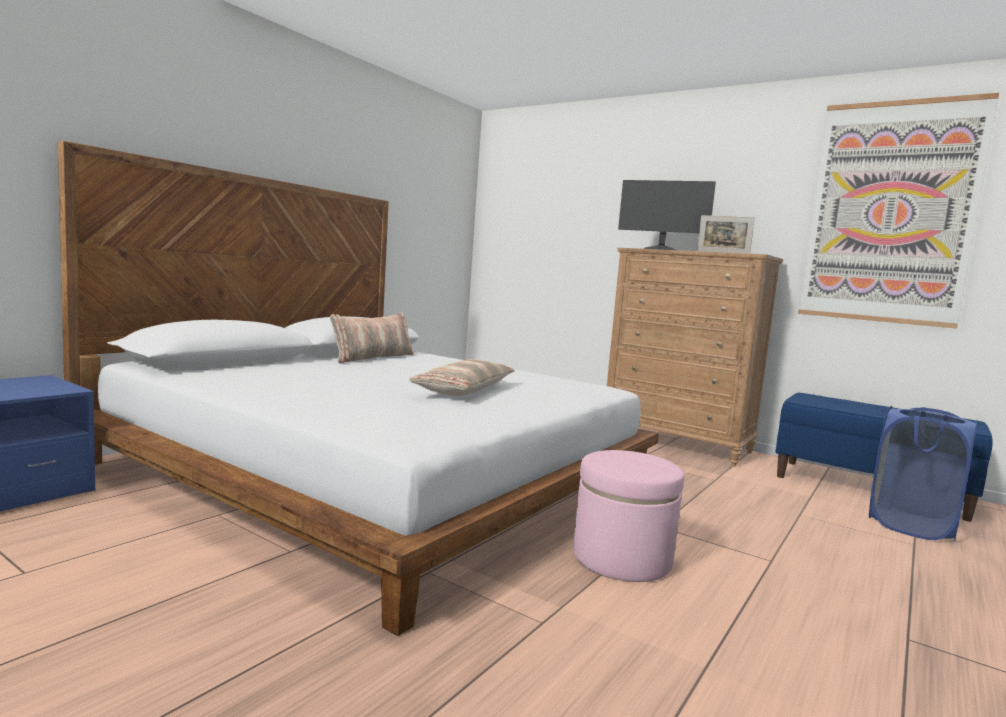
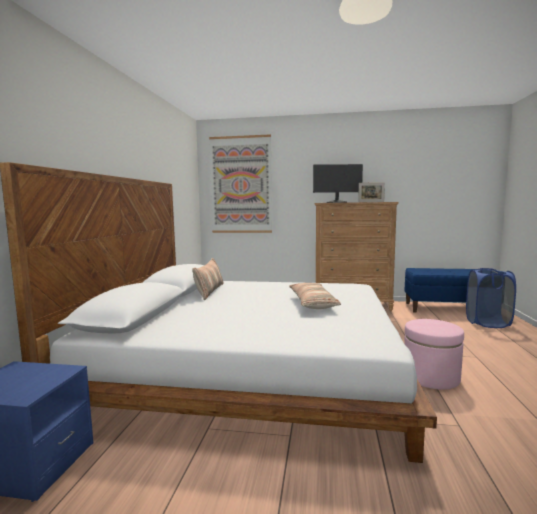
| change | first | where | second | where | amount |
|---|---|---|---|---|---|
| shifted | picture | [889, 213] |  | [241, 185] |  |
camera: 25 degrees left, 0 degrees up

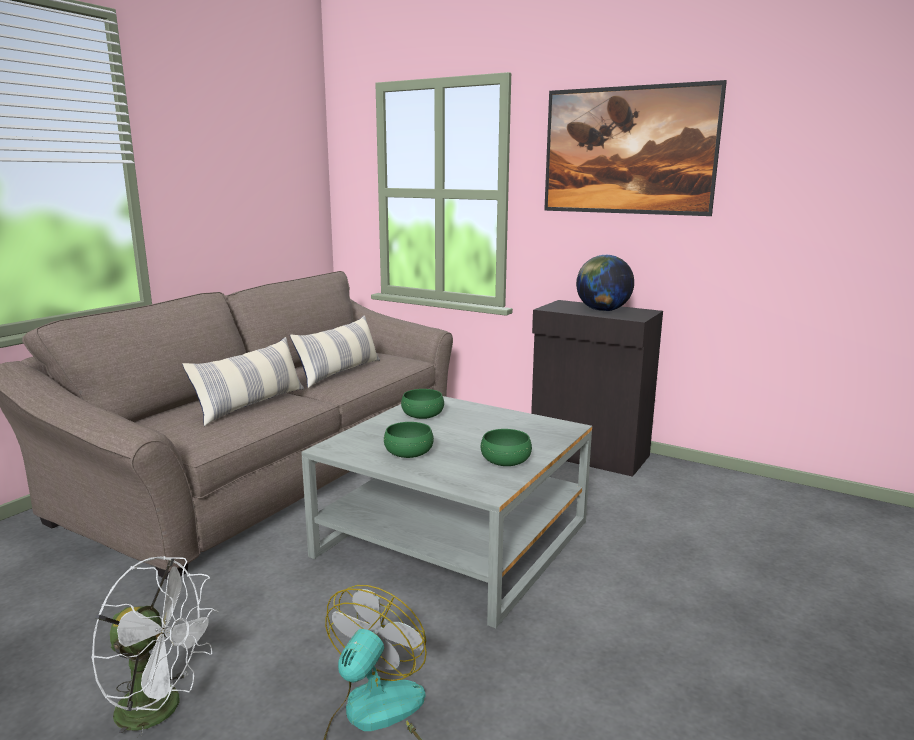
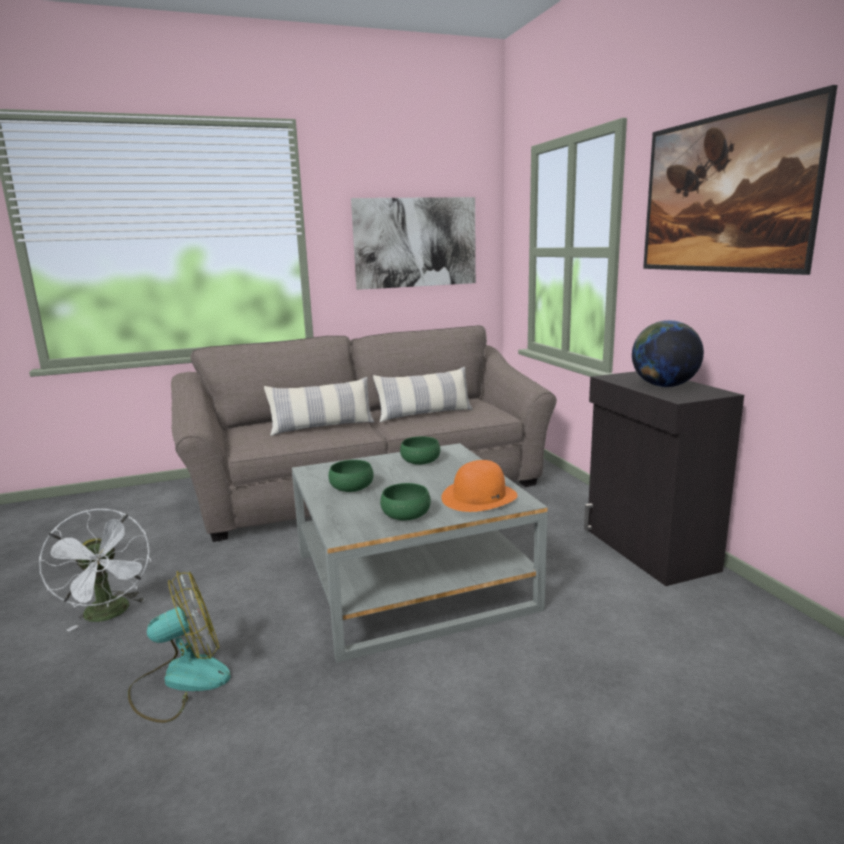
| change | first | where | second | where | amount |
|---|---|---|---|---|---|
| new |  |  | picture | [415, 242] |  |
| new |  |  | hat/orange | [479, 496] |  |
camera: 40 degrees right, 0 degrees up

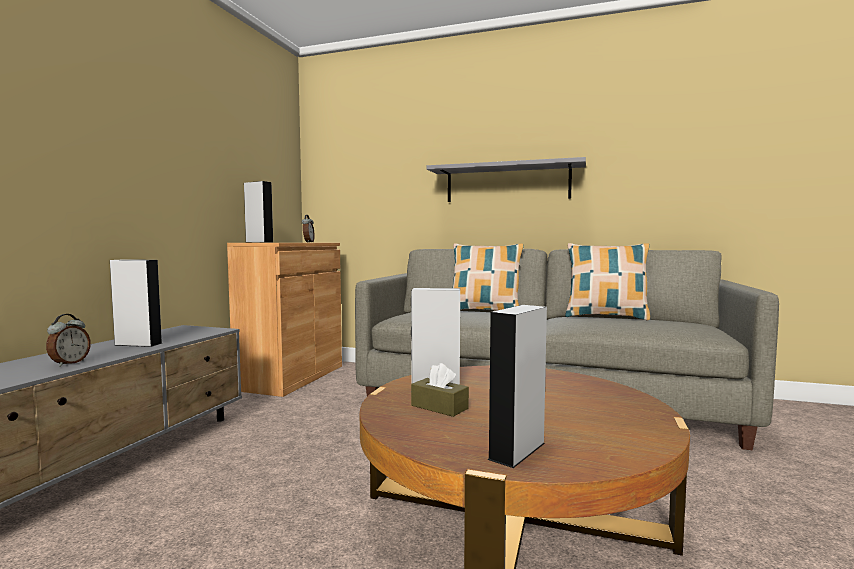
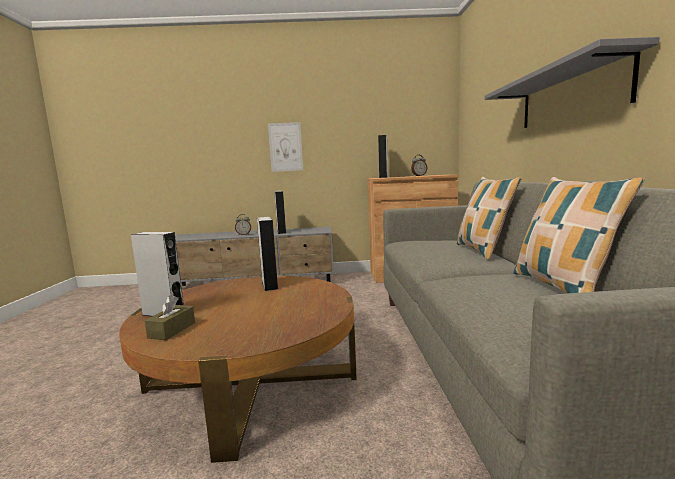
| change | first | where | second | where | amount |
|---|---|---|---|---|---|
| shifted | tissue box/brown | [439, 407] |  | [172, 330] |  |
| new |  |  | picture | [285, 147] |  |
camera: 70 degrees right, 5 degrees up

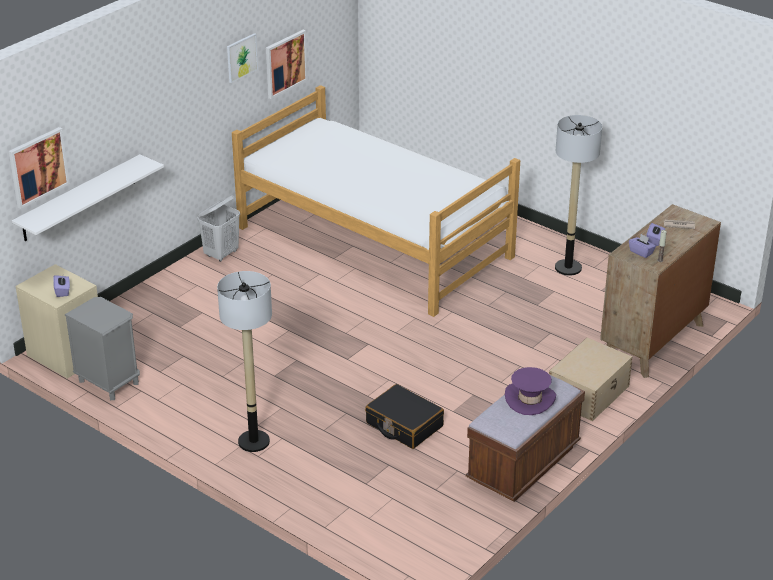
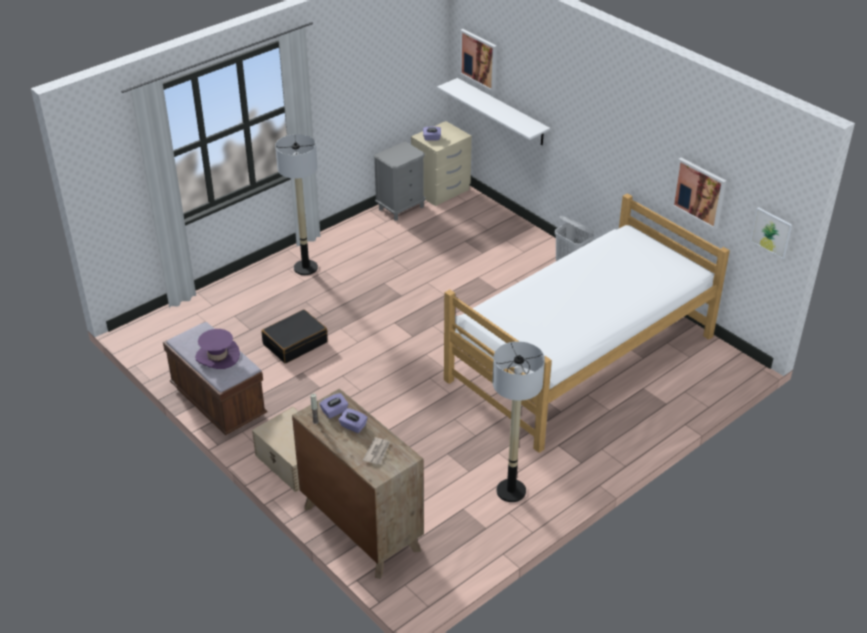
| change | first | where | second | where | amount |
|---|---|---|---|---|---|
| shifted | picture | [241, 57] |  | [771, 232] |  |
camera: 100 degrees right, 5 degrees up

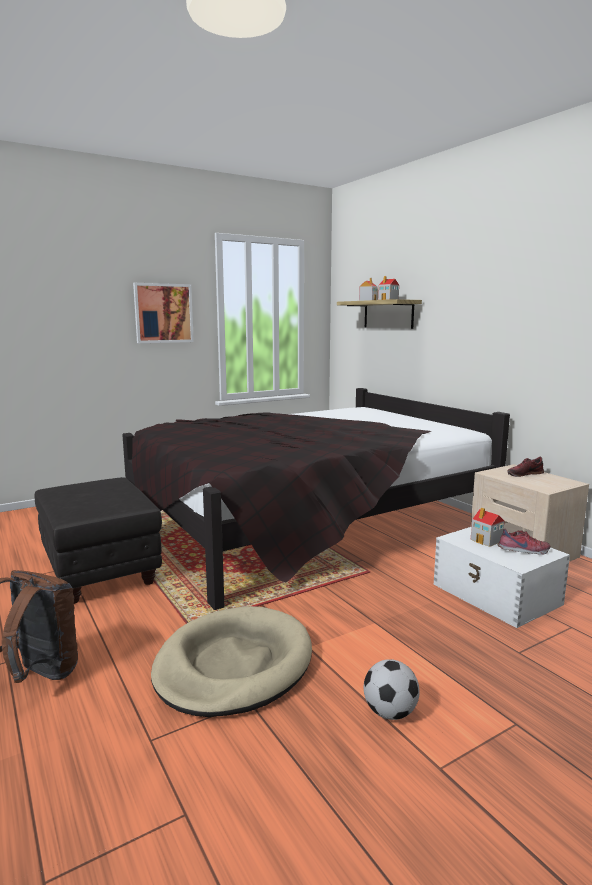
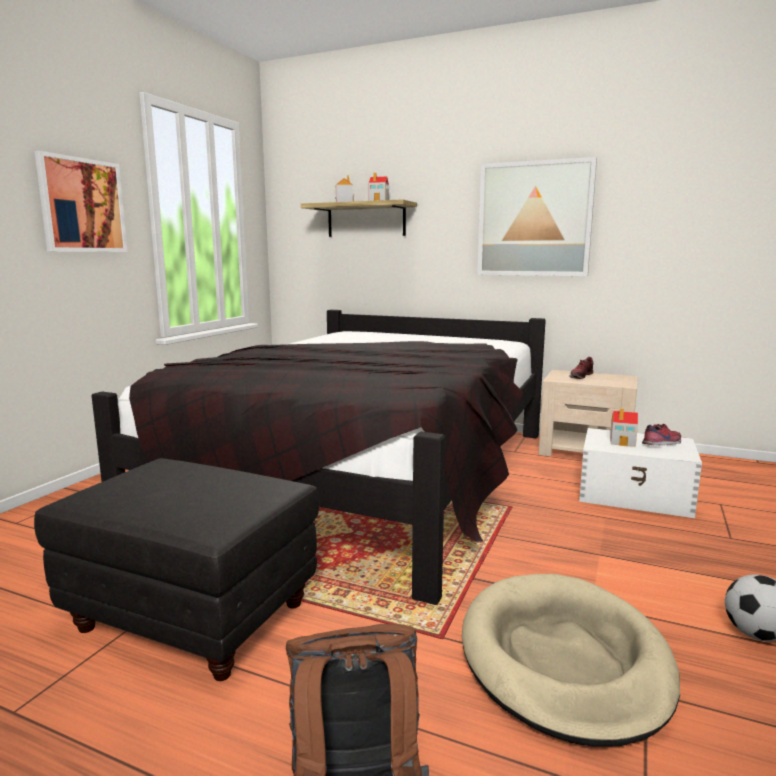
| change | first | where | second | where | amount |
|---|---|---|---|---|---|
| new |  |  | picture | [534, 219] |  |
camera: 35 degrees left, 0 degrees up

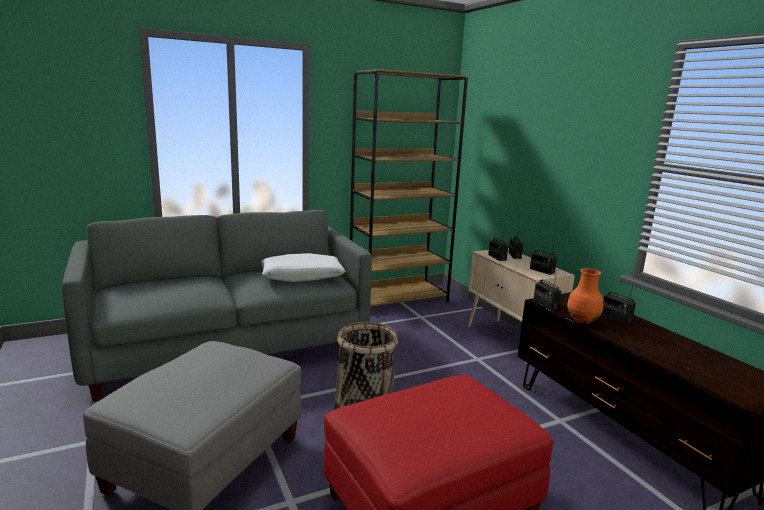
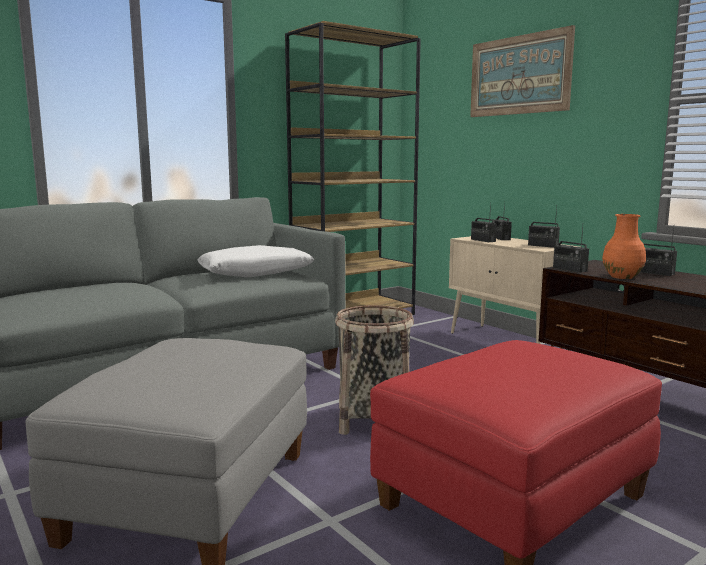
| change | first | where | second | where | amount |
|---|---|---|---|---|---|
| new |  |  | picture | [519, 75] |  |
camera: 10 degrees left, 5 degrees down

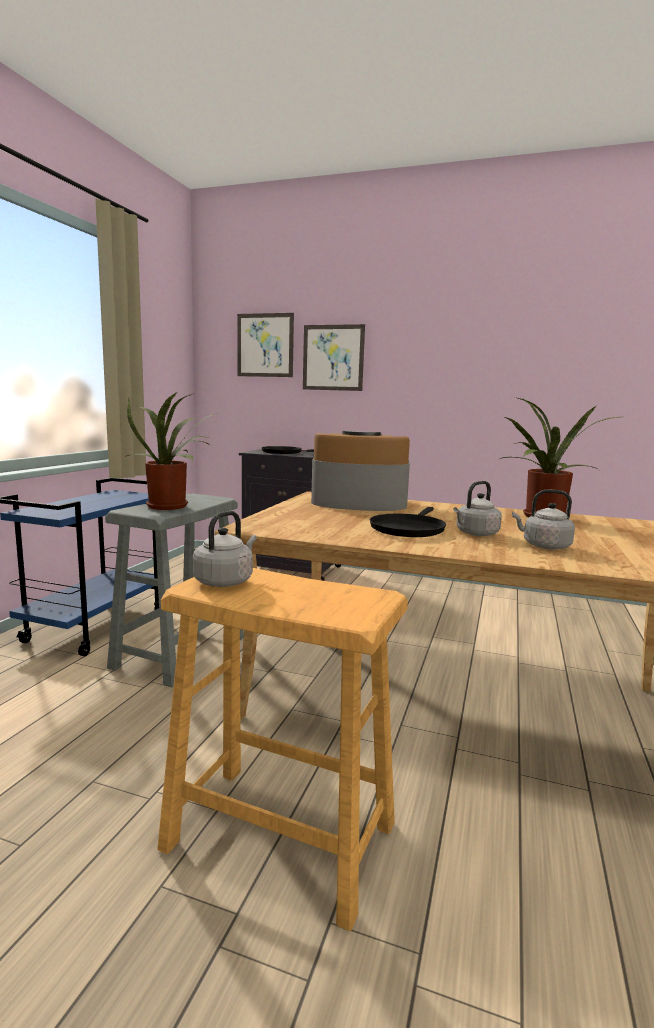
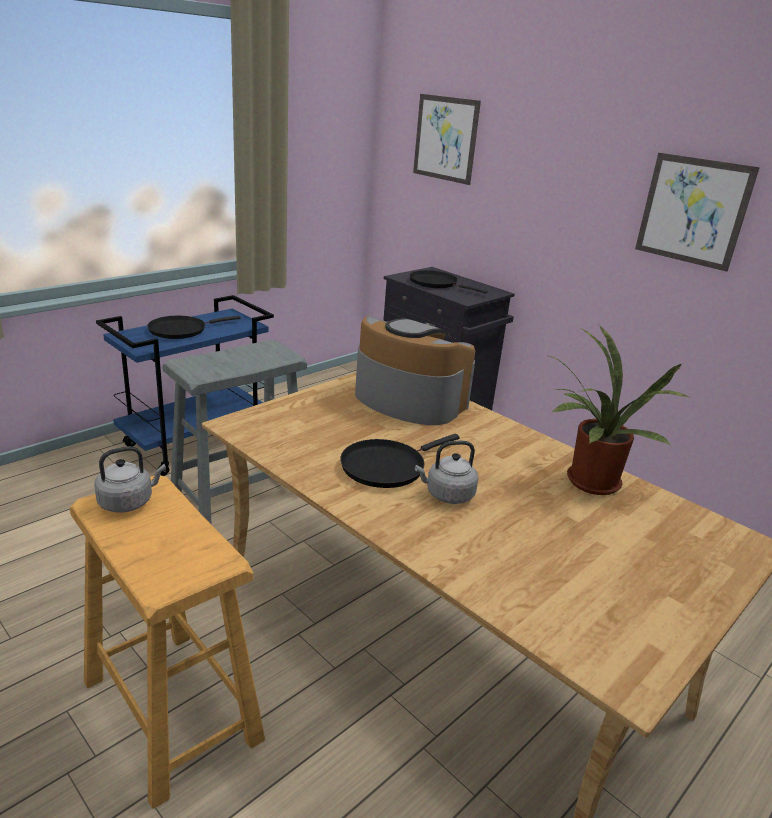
| change | first | where | second | where | amount |
|---|---|---|---|---|---|
| shifted | picture | [333, 357] |  | [693, 211] |  |
| gone | potted plant | [171, 506] |  |  |  |
| gone | kettle/grey | [543, 546] |  |  |  |
| new |  |  | frying pan/black | [181, 330] |  |
camera: 25 degrees right, 15 degrees up

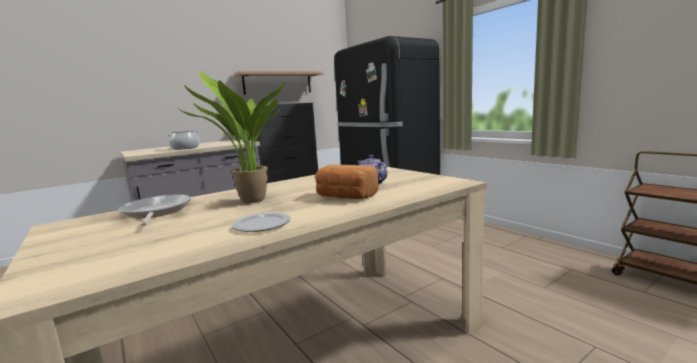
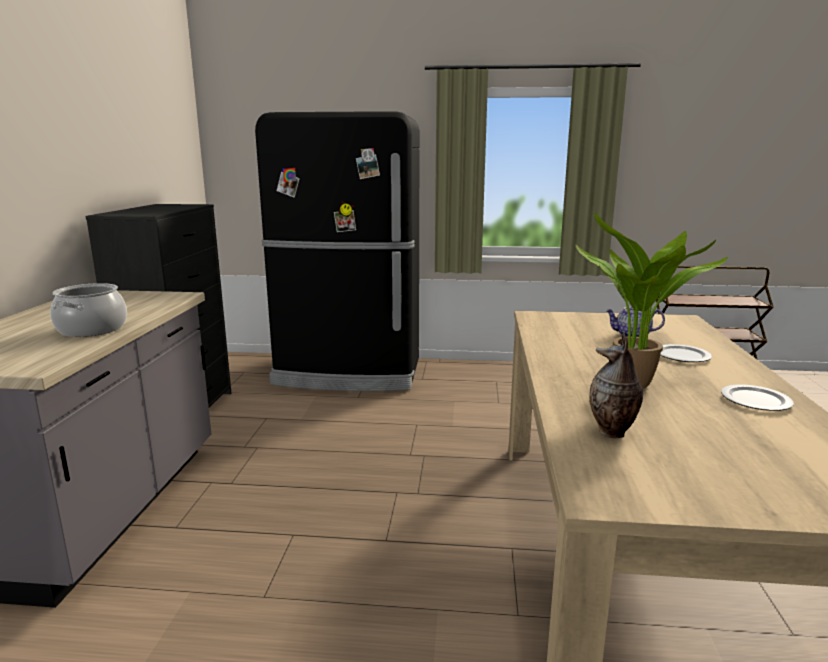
| change | first | where | second | where | amount |
|---|---|---|---|---|---|
| gone | shelf | [278, 83] |  |  |  |
| swapped | bread | [345, 197] | plate | [681, 355] |  |
| swapped | frying pan | [156, 212] | vase | [613, 433] |  |
camera: 50 degrees left, 5 degrees up

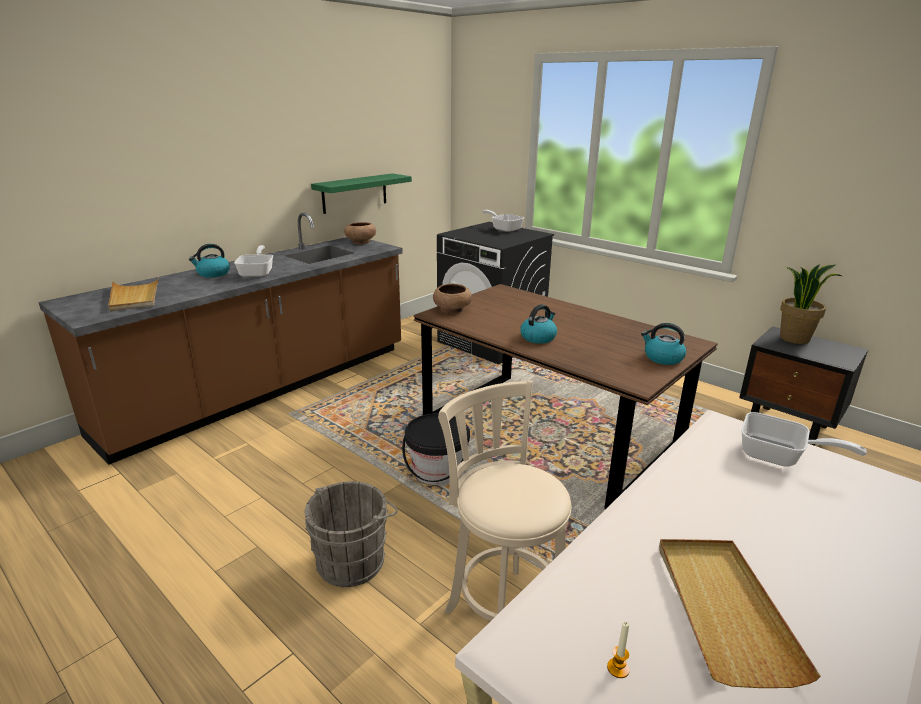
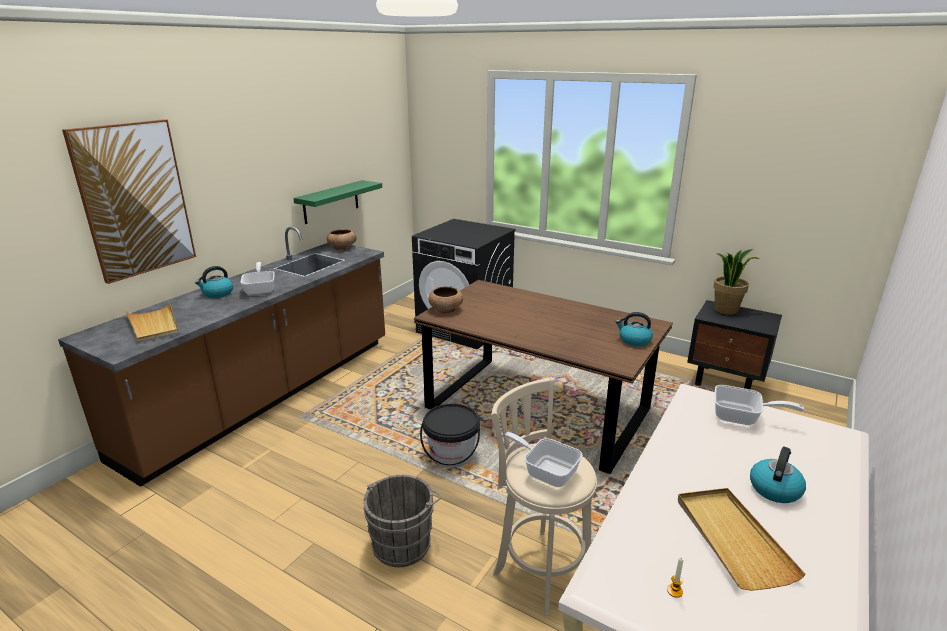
| change | first | where | second | where | amount |
|---|---|---|---|---|---|
| shifted | frying pan | [504, 229] |  | [545, 471] |  |
| shifted | kettle | [538, 337] |  | [774, 488] |  |
| new |  |  | picture | [135, 200] |  |
camera: 10 degrees left, 0 degrees up

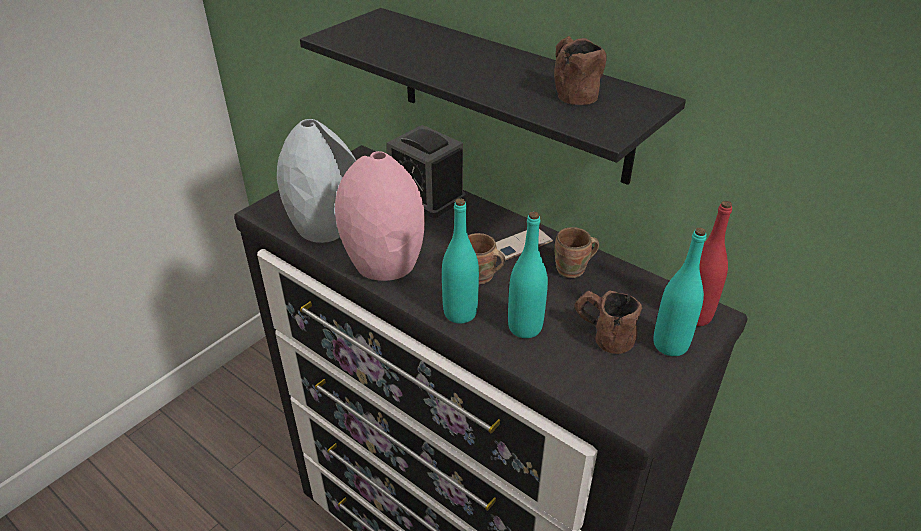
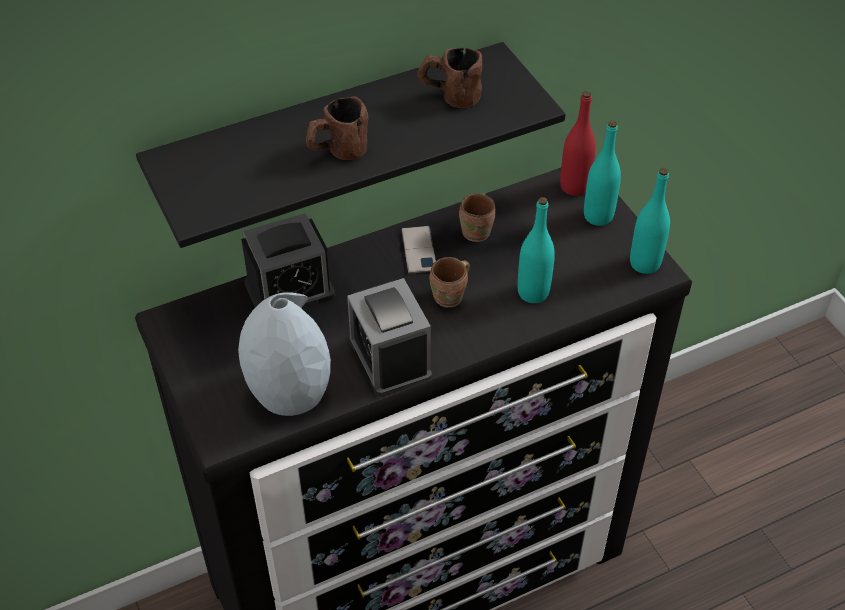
| change | first | where | second | where | amount |
|---|---|---|---|---|---|
| swapped | vase/pink | [386, 265] | alarm clock | [390, 358] |  |
| shifted | bottle/turquoise | [460, 313] |  | [645, 263] |  |
| shifted | mug/brown | [602, 336] |  | [337, 152] |  |
camera: 65 degrees left, 10 degrees up

